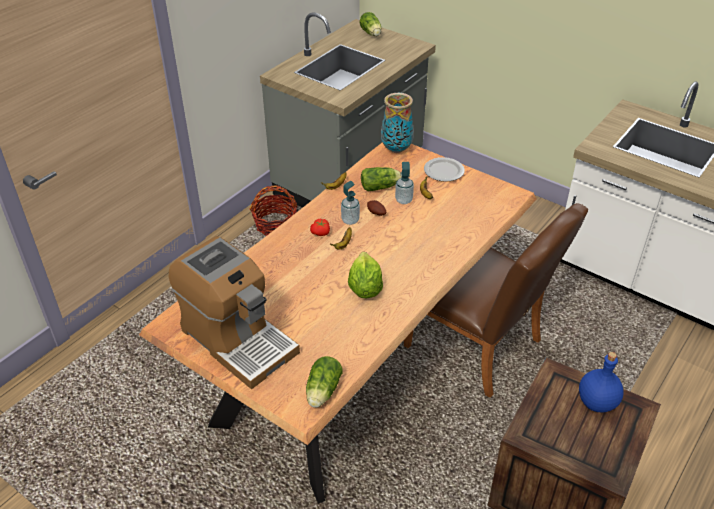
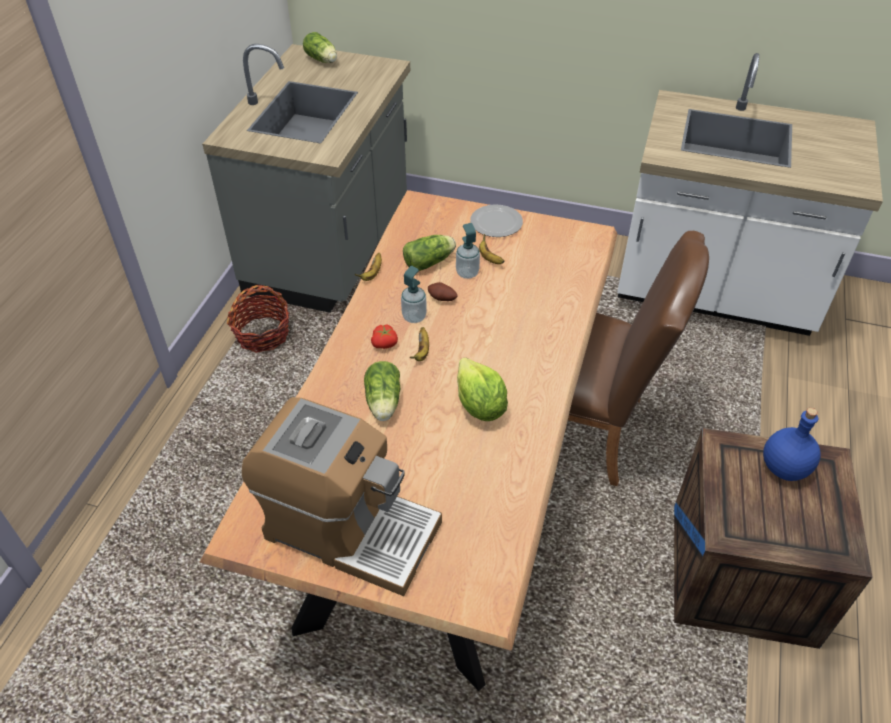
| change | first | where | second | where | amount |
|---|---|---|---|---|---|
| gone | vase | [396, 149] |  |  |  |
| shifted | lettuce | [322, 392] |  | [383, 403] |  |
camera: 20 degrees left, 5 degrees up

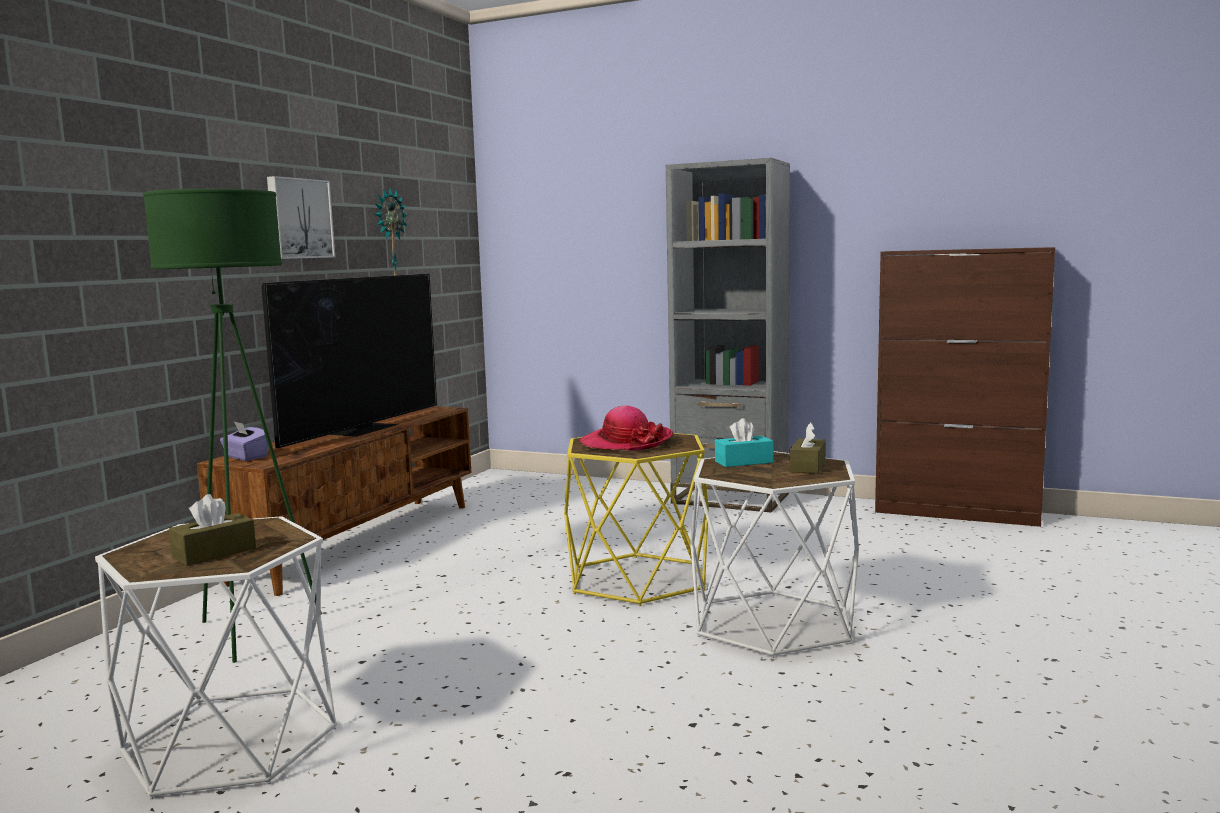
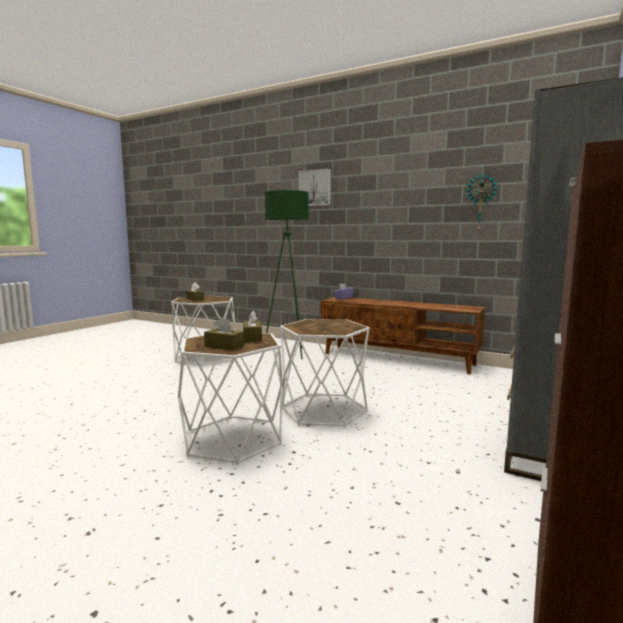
| change | first | where | second | where | amount |
|---|---|---|---|---|---|
| shifted | picture | [298, 218] |  | [315, 188] |  |
| gone | television | [364, 429] |  |  |  |
| gone | hat | [626, 442] |  |  |  |
| repainted | tissue box/turquoise | [743, 462] | tissue box/brown | [252, 338] |  |
| repainted | side table/yellow | [638, 579] | side table/white | [323, 410] |  |
camera: 95 degrees right, 0 degrees up

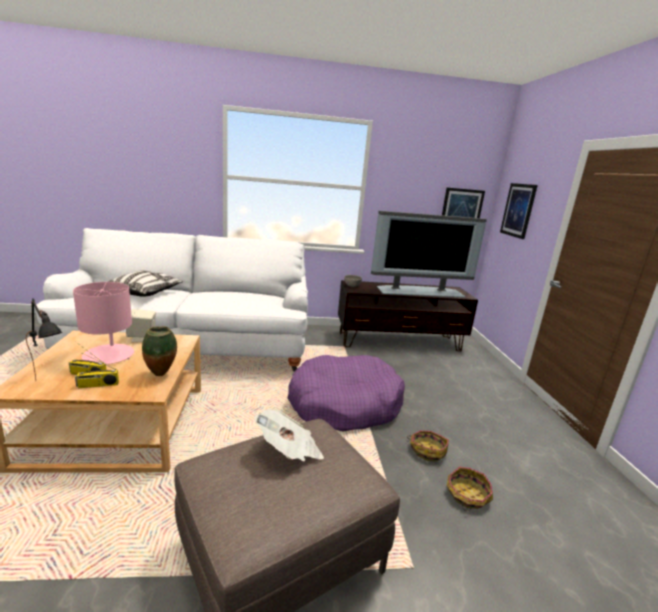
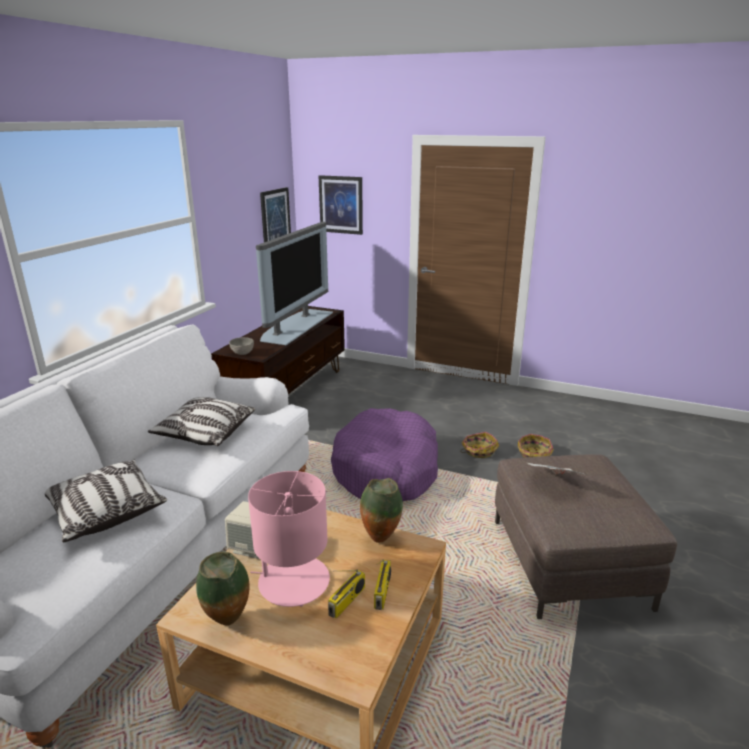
| change | first | where | second | where | amount |
|---|---|---|---|---|---|
| gone | table lamp/black | [51, 386] |  |  |  |
| new |  |  | pillow | [205, 433] |  |
| new |  |  | vase | [228, 623] |  |
camera: 60 degrees left, 5 degrees up

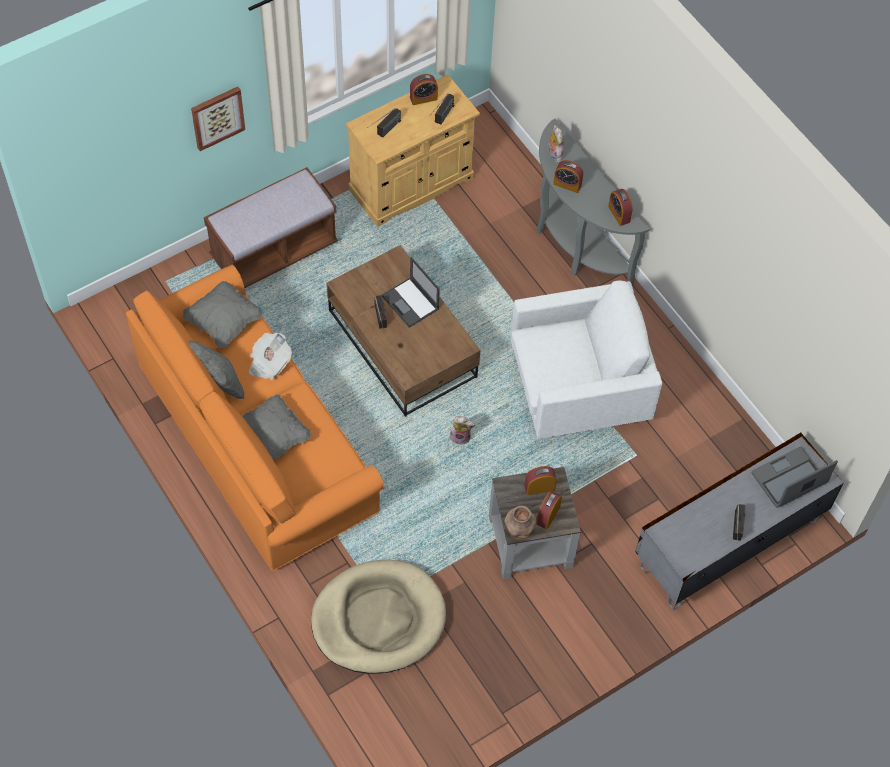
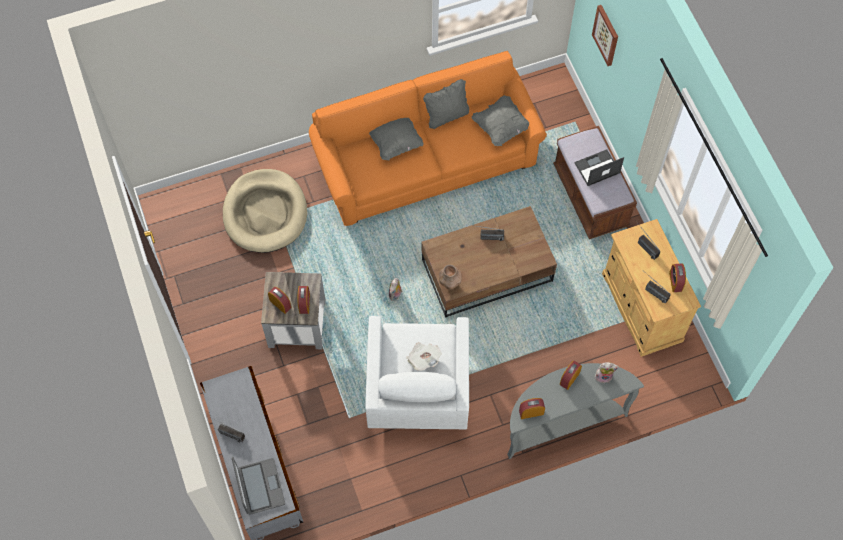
| change | first | where | second | where | amount |
|---|---|---|---|---|---|
| shifted | picture | [217, 117] |  | [606, 35] |  |
| shifted | laptop | [411, 303] |  | [596, 168] |  |
| shifted | newspaper | [269, 363] |  | [423, 358] |  |
| shifted | vase/brown | [518, 532] |  | [450, 284] |  |
camera: 105 degrees right, 5 degrees up

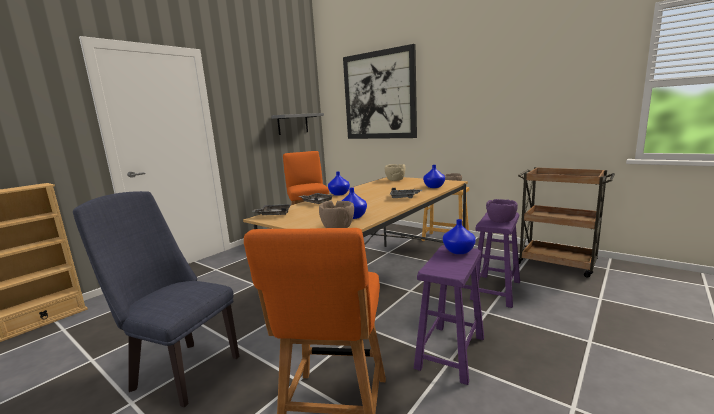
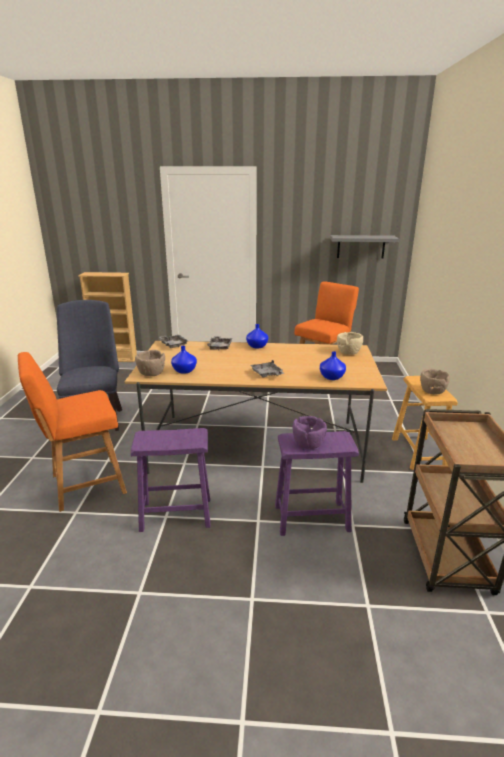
| change | first | where | second | where | amount |
|---|---|---|---|---|---|
| gone | picture | [379, 96] |  |  |  |
| gone | vase/blue | [459, 251] |  |  |  |
camera: 55 degrees right, 10 degrees up

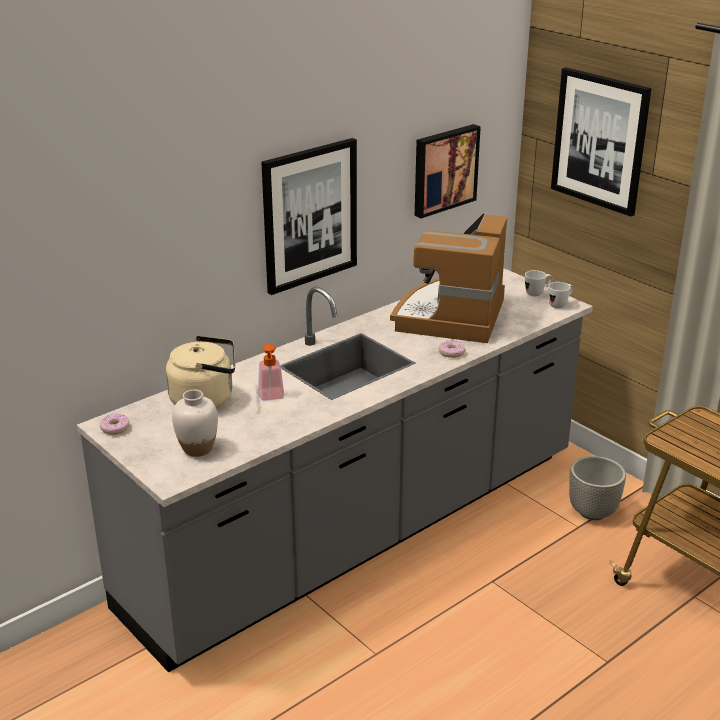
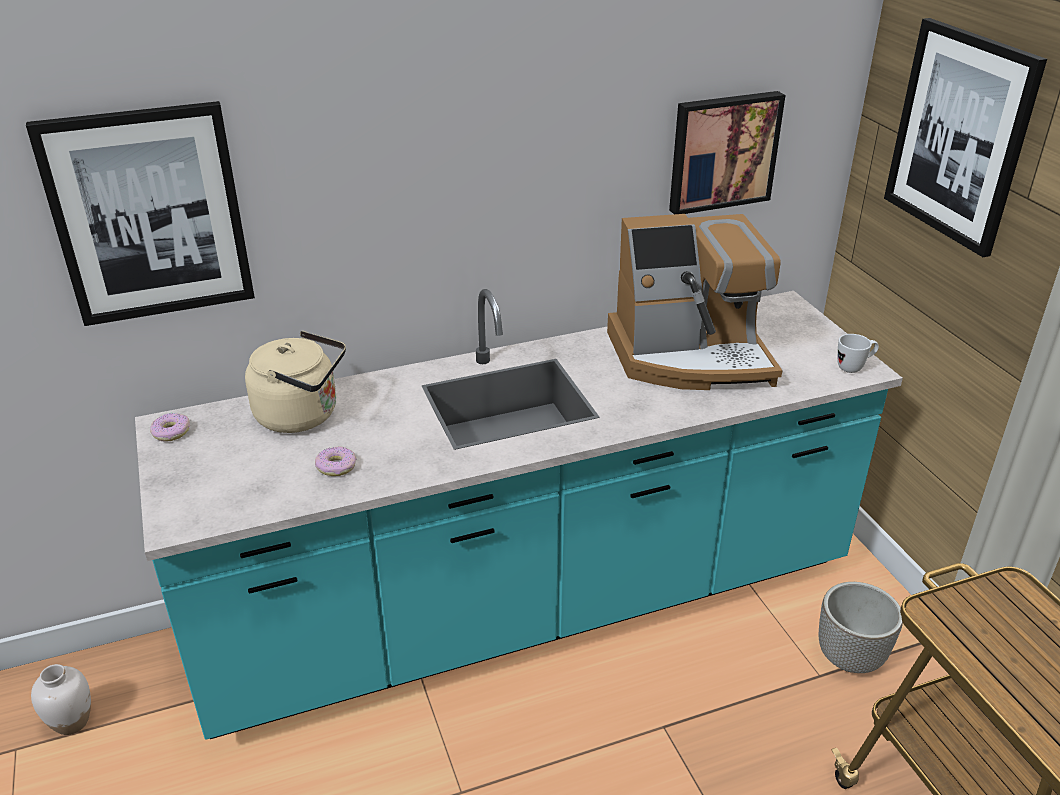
| change | first | where | second | where | amount |
|---|---|---|---|---|---|
| shifted | picture | [309, 215] |  | [149, 215] |  |
| rotated | coffee machine | [451, 316] |  | [690, 356] | 135 degrees counterclockwise |
| repainted | counter/grey | [359, 532] | counter/turquoise | [530, 606] |  |
| gone | mug/white | [537, 293] |  |  |  |
| shifted | donut | [451, 353] |  | [336, 466] |  |
| gone | soap dispenser | [272, 397] |  |  |  |
| shifted | vase/white | [197, 449] |  | [71, 722] |  |
camera: 20 degrees right, 5 degrees up

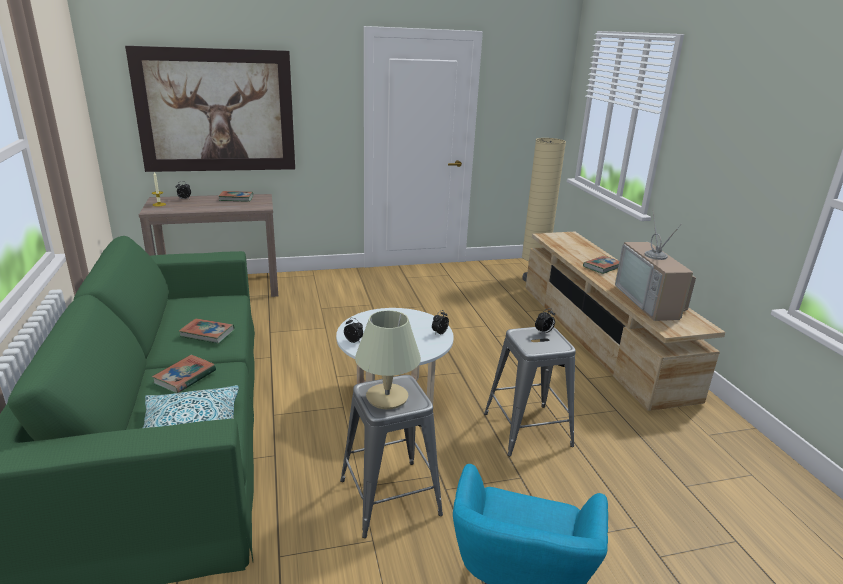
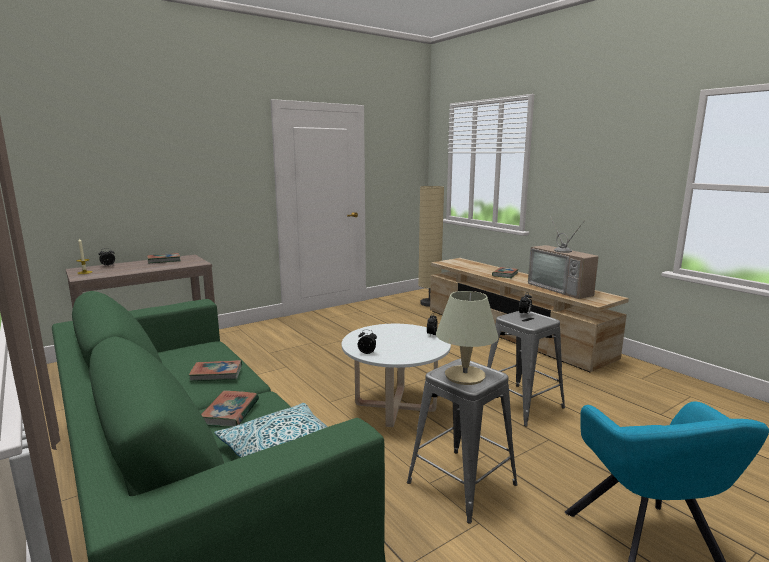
| change | first | where | second | where | amount |
|---|---|---|---|---|---|
| gone | picture | [216, 111] |  |  |  |
camera: 20 degrees left, 10 degrees down

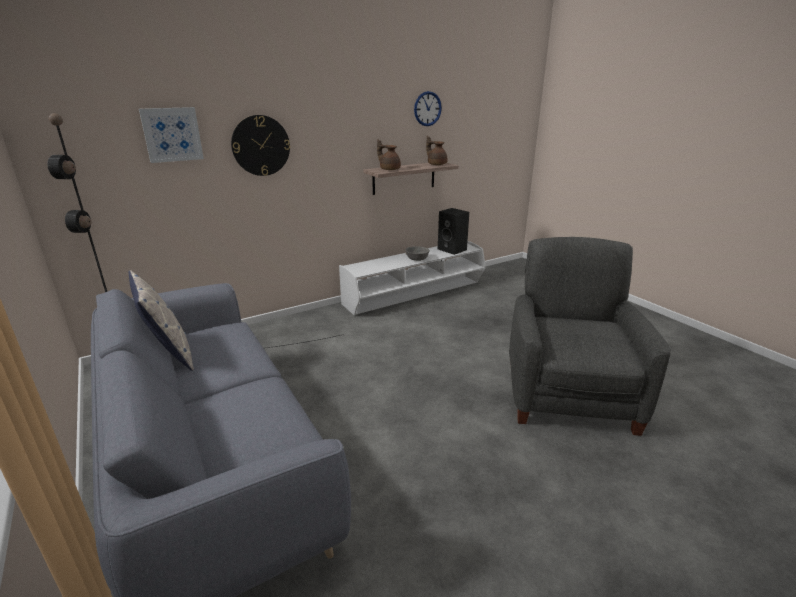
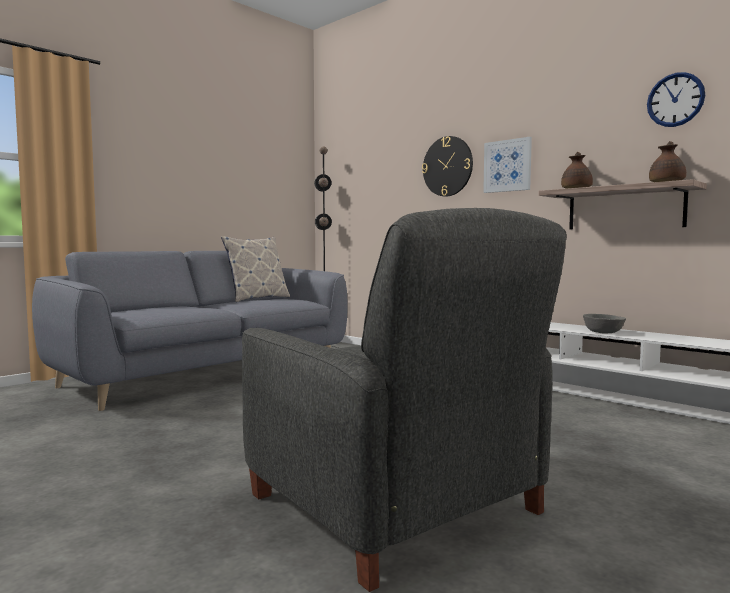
| change | first | where | second | where | amount |
|---|---|---|---|---|---|
| shifted | picture | [172, 134] |  | [507, 166] |  |
| gone | speaker/black | [453, 249] |  |  |  |
| rotated | armchair/grey | [568, 393] |  | [395, 505] | 60 degrees clockwise |
camera: 75 degrees right, 20 degrees down

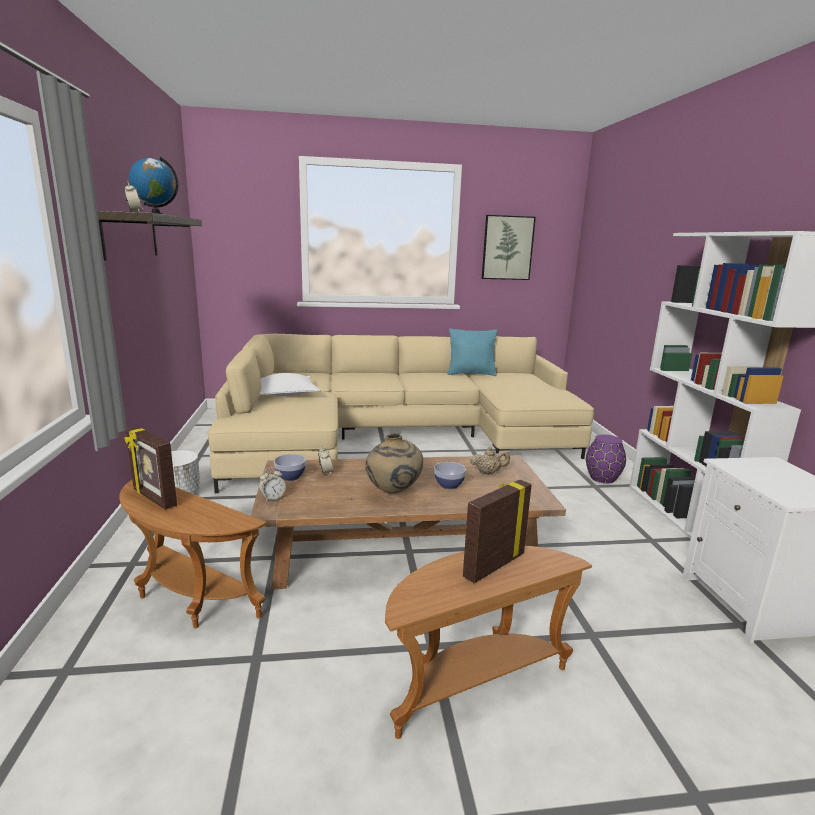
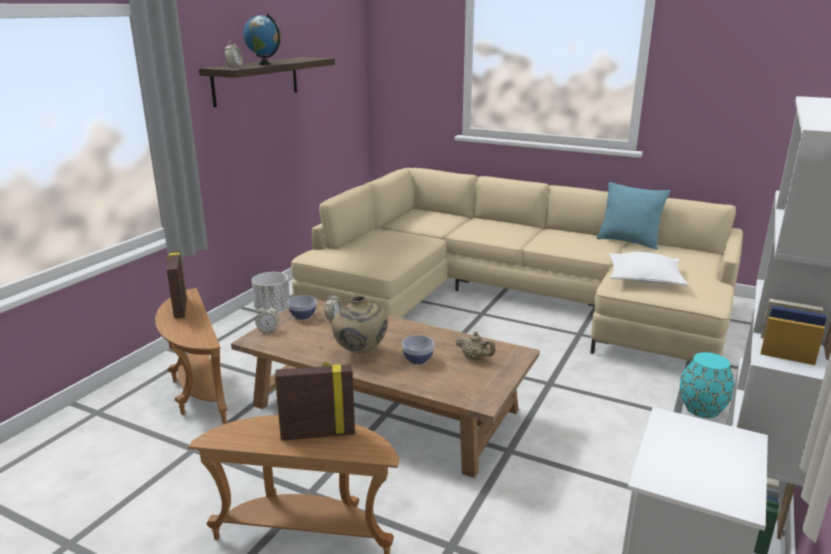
| change | first | where | second | where | amount |
|---|---|---|---|---|---|
| gone | picture | [507, 248] |  |  |  |
| shifted | pillow/white | [286, 393] |  | [644, 278] |  |
| repainted | vase/purple | [603, 478] | vase/turquoise | [702, 409] |  |
camera: 35 degrees right, 5 degrees up

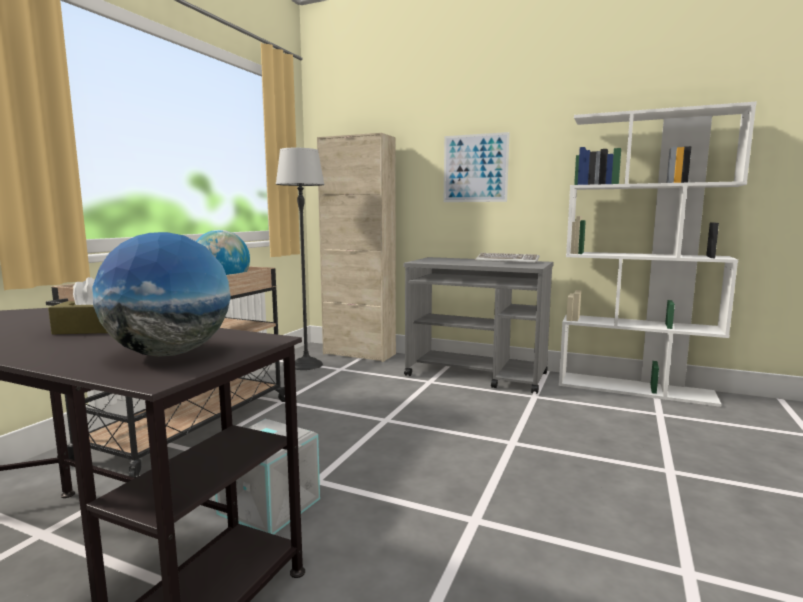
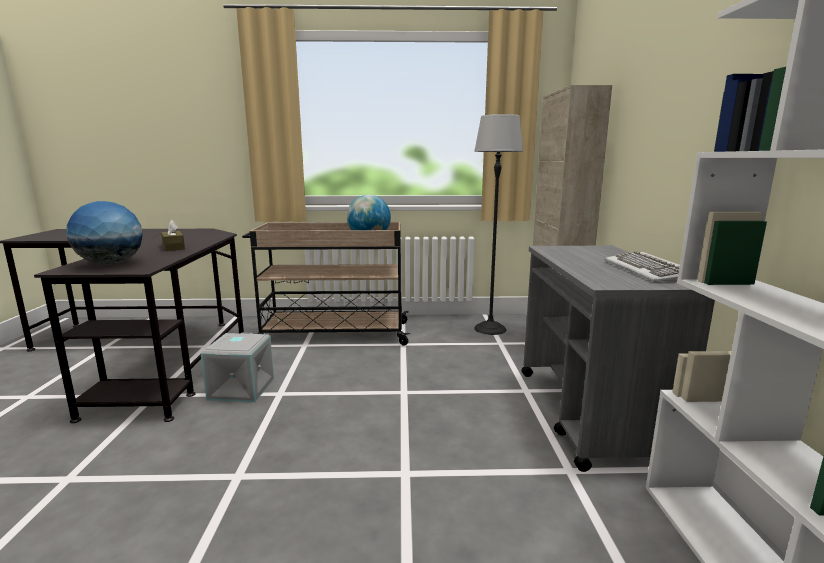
| change | first | where | second | where | amount |
|---|---|---|---|---|---|
| gone | picture | [475, 168] |  |  |  |
camera: 65 degrees right, 5 degrees up

